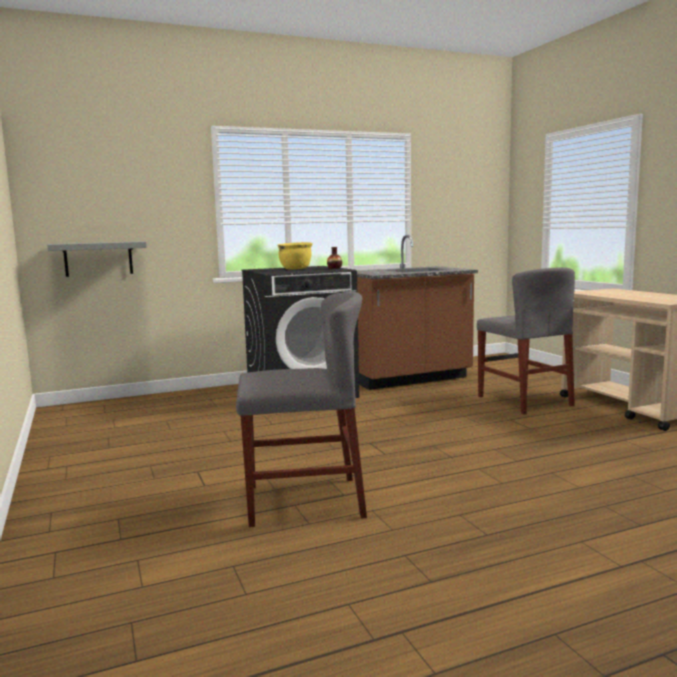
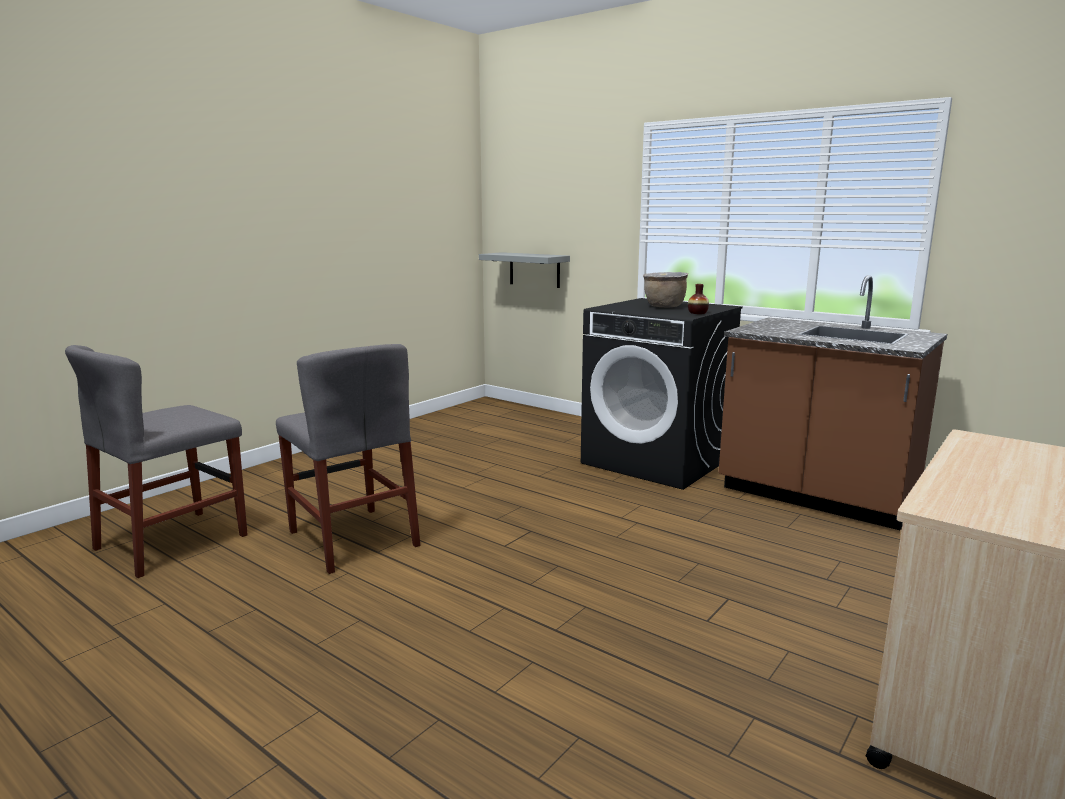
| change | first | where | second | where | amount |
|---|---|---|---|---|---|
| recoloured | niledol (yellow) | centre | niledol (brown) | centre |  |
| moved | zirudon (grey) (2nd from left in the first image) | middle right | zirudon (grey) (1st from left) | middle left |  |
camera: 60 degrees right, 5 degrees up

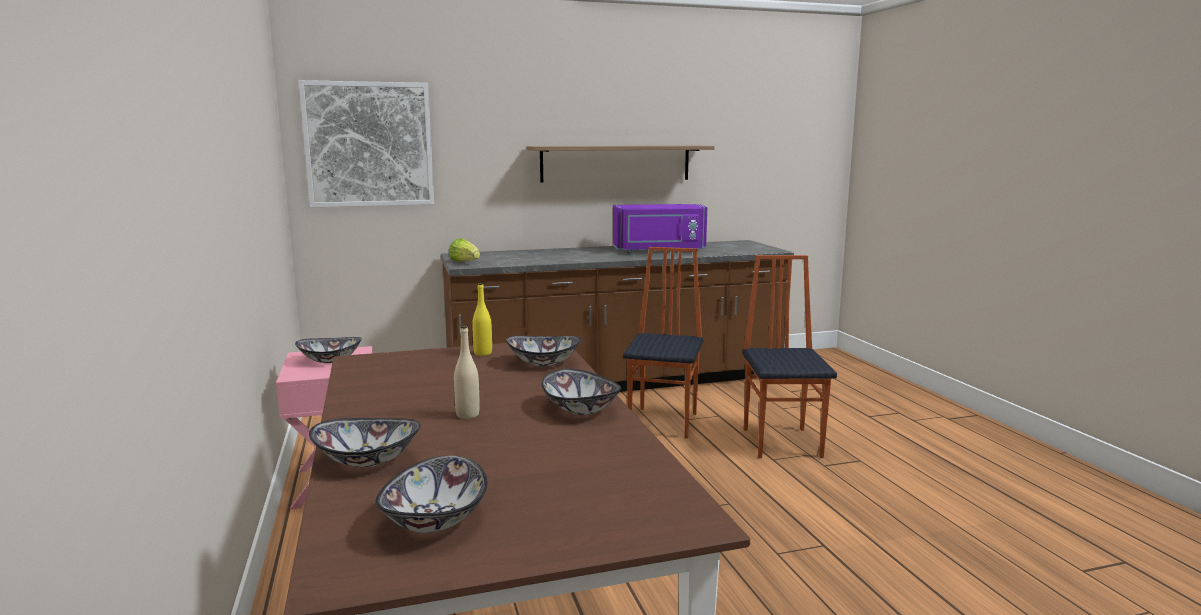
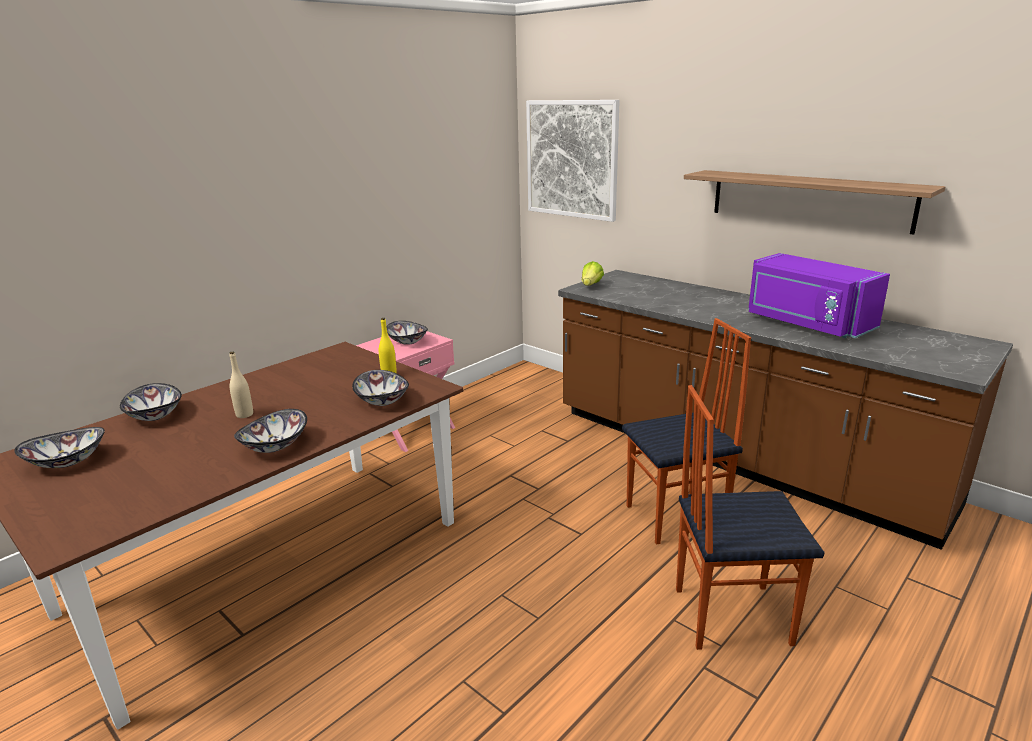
| change | first | where | second | where | amount |
|---|---|---|---|---|---|
| turned | zirudon (2nd from left) | centre |  | bottom right | 150 degrees counterclockwise |
camera: 60 degrees right, 10 degrees up

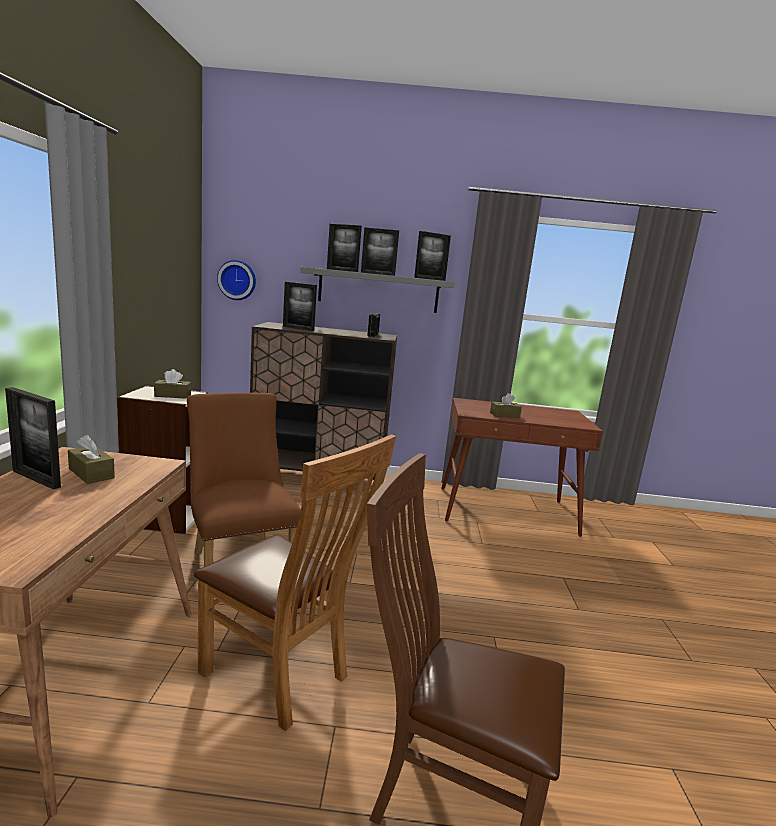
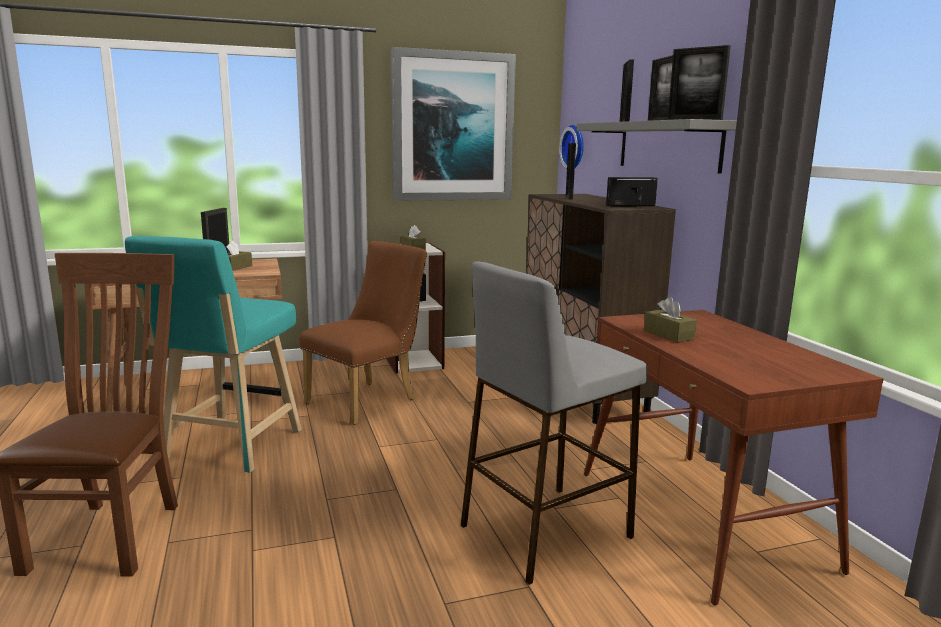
| change | first | where | second | where | amount |
|---|---|---|---|---|---|
| replaced | zirudon (brown) (2nd from left) | bottom centre | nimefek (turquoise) | middle left |  |
| added |  |  | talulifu | top centre |  |
| added |  |  | nimefek (grey) | bottom centre |  |
camera: 70 degrees right, 0 degrees up

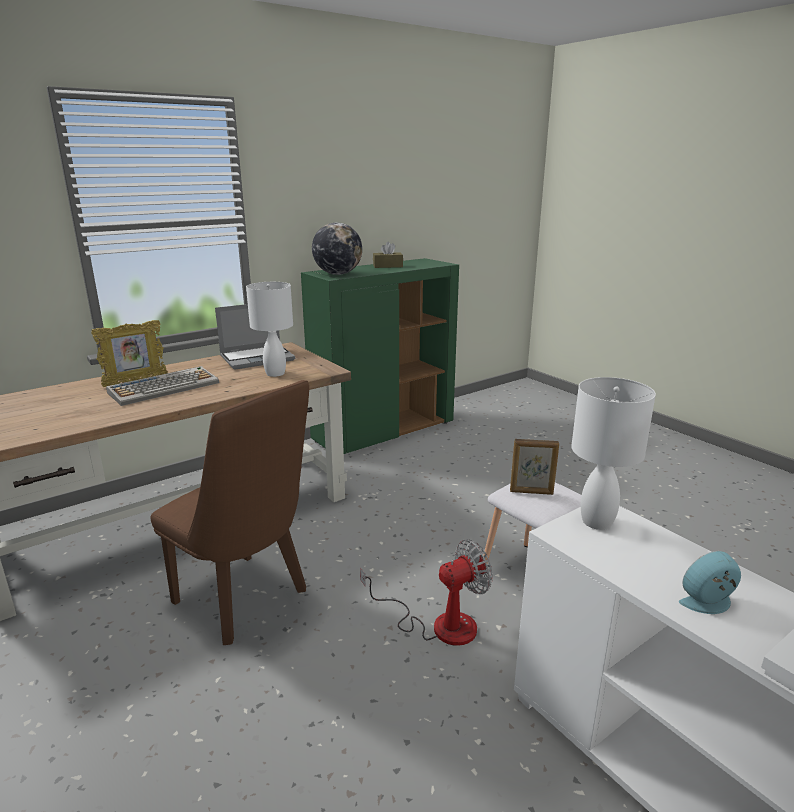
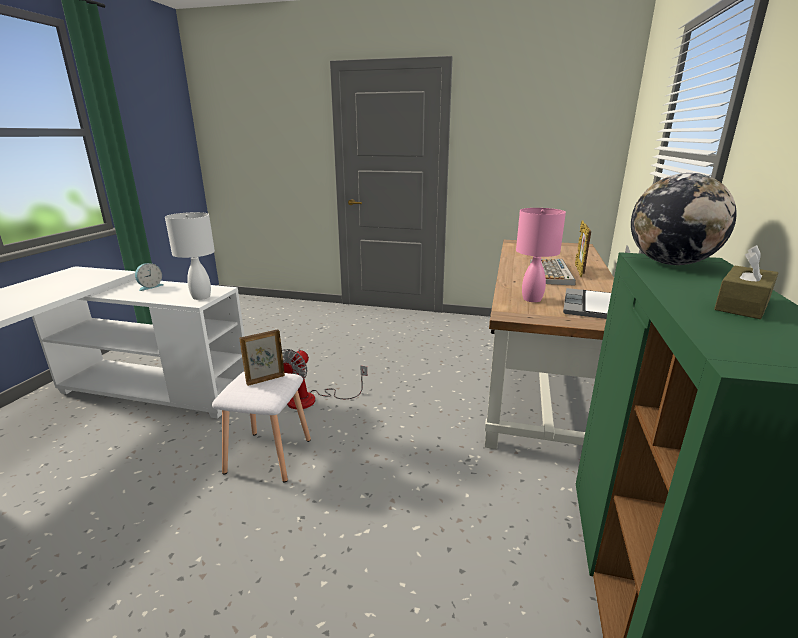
| change | first | where | second | where | amount |
|---|---|---|---|---|---|
| removed | zirudon (brown) | middle left |  |  |  |
| recoloured | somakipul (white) (1st from left) | centre | somakipul (pink) | middle right |  |
camera: 140 degrees right, 0 degrees up

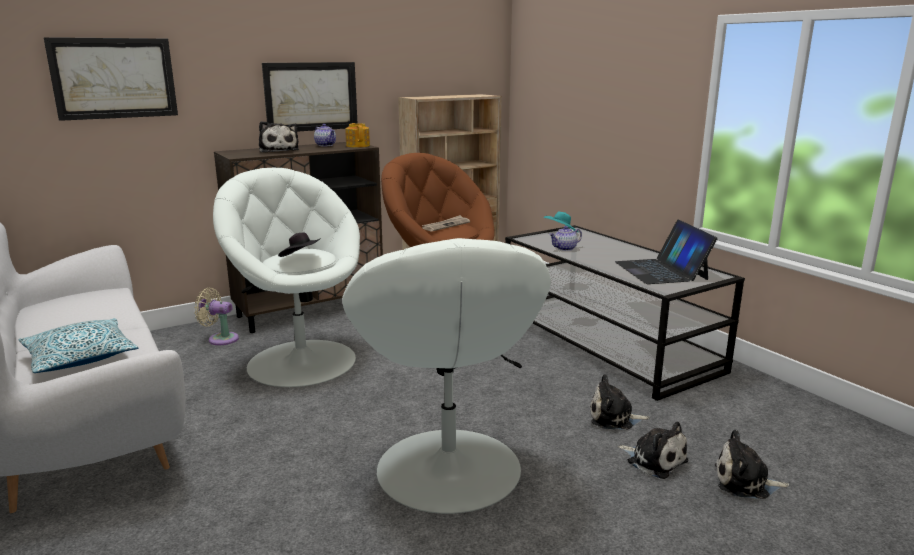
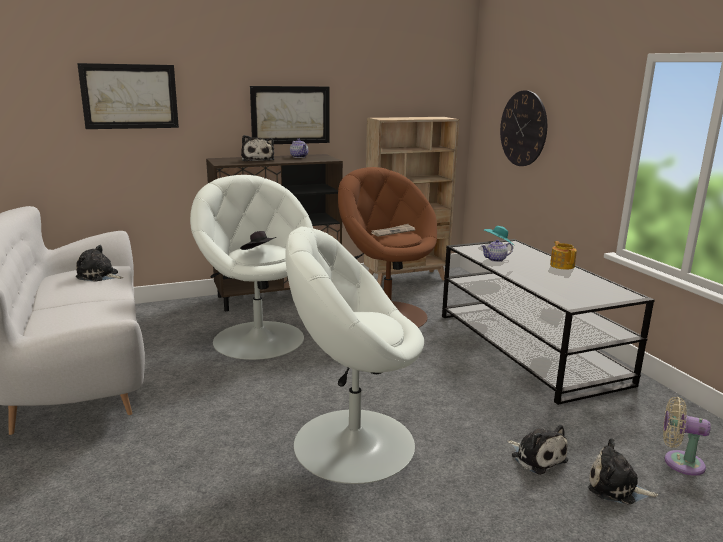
| change | first | where | second | where | amount |
|---|---|---|---|---|---|
| removed | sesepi | middle left |  |  |  |
| moved | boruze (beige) | middle left |  | bottom right |  |
| turned | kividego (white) (2nd from left) | bottom centre |  | centre | 90 degrees clockwise |
| moved | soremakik (2nd from left in the first image) | top centre | soremakik (3rd from left) | middle right |  |
| moved | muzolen (2nd from left in the first image) | bottom right | muzolen (1st from left) | middle left |  |
| removed | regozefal | middle right |  |  |  |
| added |  |  | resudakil | top right |  |
camera: 10 degrees right, 0 degrees up

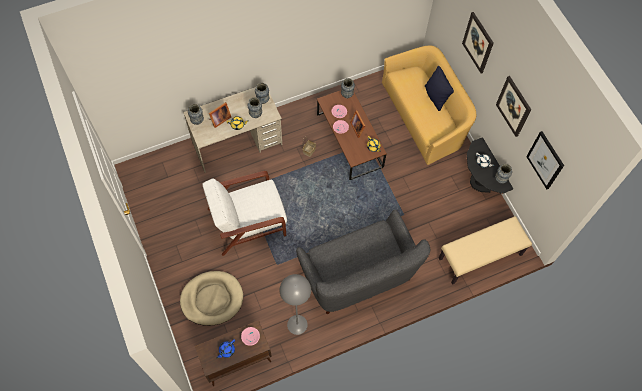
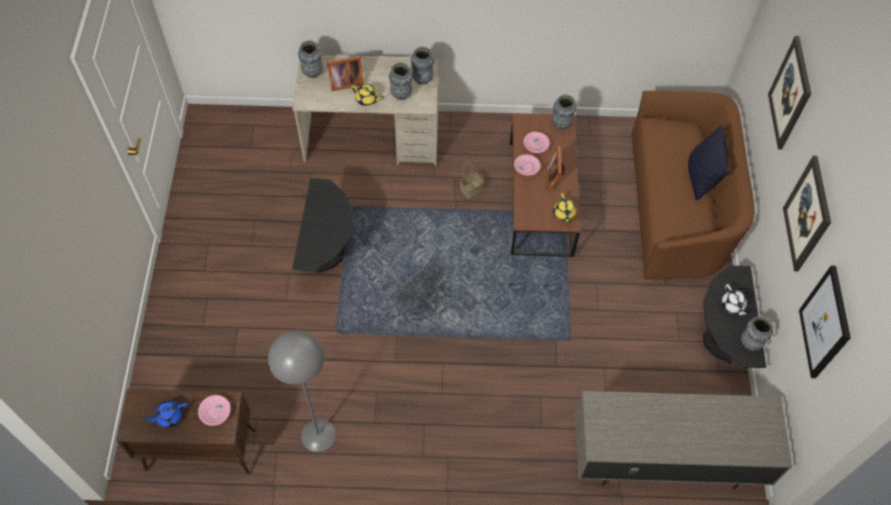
| change | first | where | second | where | amount |
|---|---|---|---|---|---|
| removed | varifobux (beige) | bottom left |  |  |  |
| replaced | kividego (white) | centre | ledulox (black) (1st from left) | centre |  |
| removed | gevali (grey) | bottom centre |  |  |  |
| recoloured | gevali (yellow) | top right | gevali (brown) | middle right |  |
| replaced | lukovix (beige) | middle right | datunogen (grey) | bottom right |  |
camera: 25 degrees right, 5 degrees down

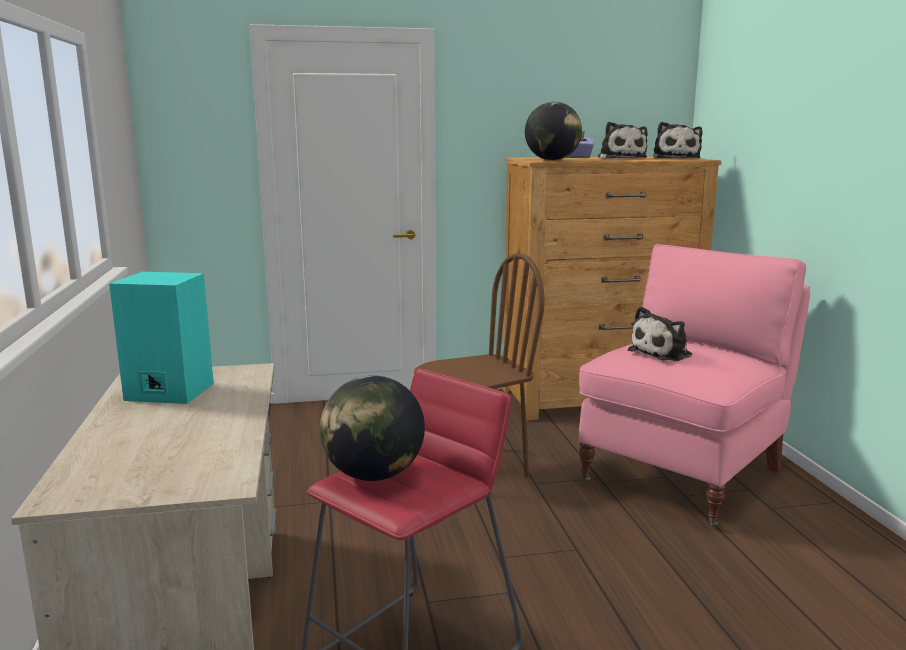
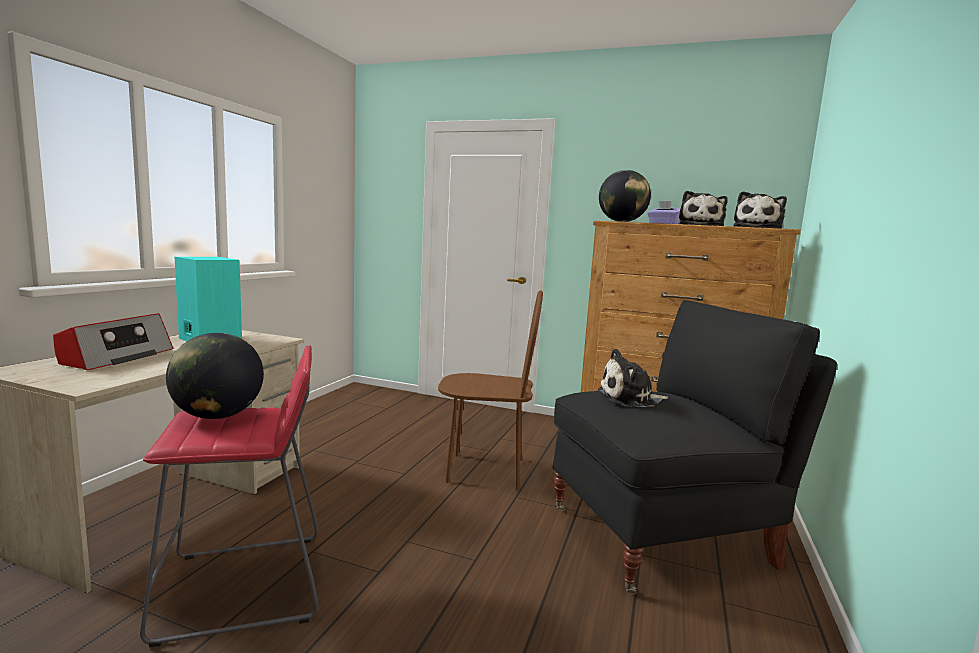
| change | first | where | second | where | amount |
|---|---|---|---|---|---|
| recoloured | kividego (pink) | middle right | kividego (black) | bottom right |  |
| added |  |  | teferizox | middle left |  |
camera: 30 degrees right, 5 degrees down

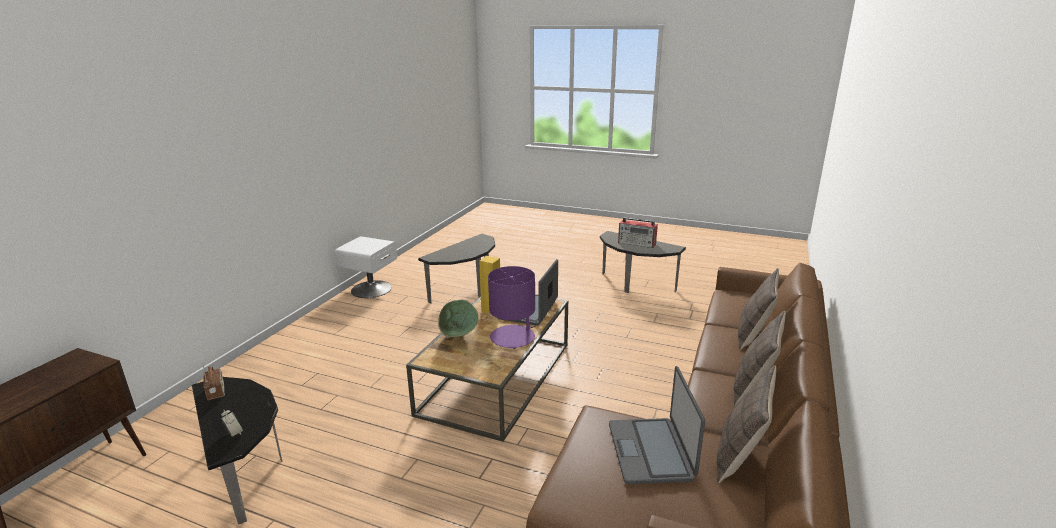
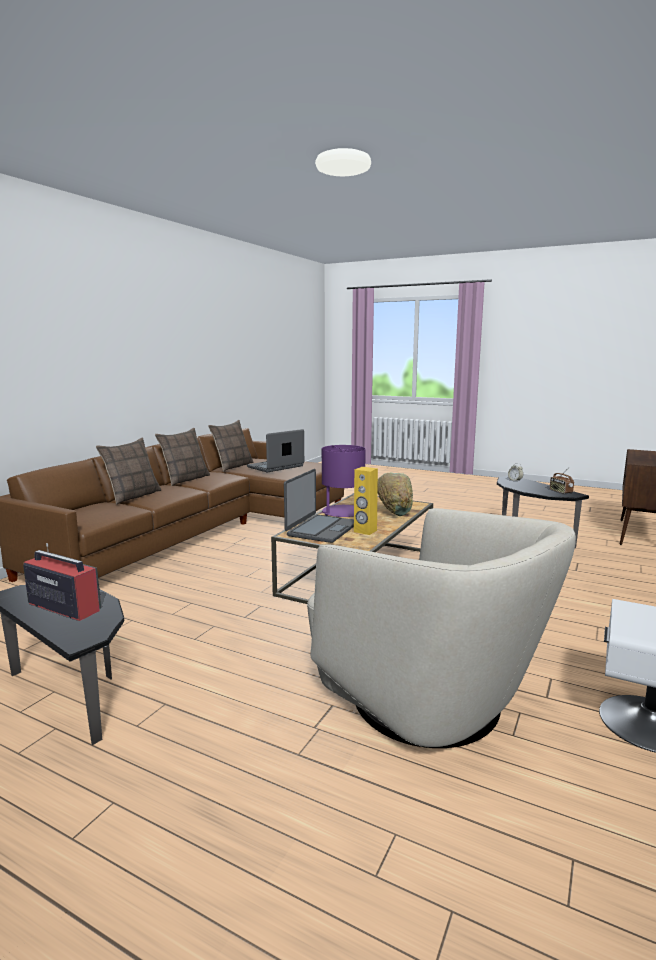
| change | first | where | second | where | amount |
|---|---|---|---|---|---|
| replaced | ledulox (2nd from left) | centre | kividego (beige) | middle right |  |
| turned | regozefal (2nd from left in the first image) | bottom centre | regozefal (1st from left) | centre | 135 degrees counterclockwise |
camera: 175 degrees left, 10 degrees down

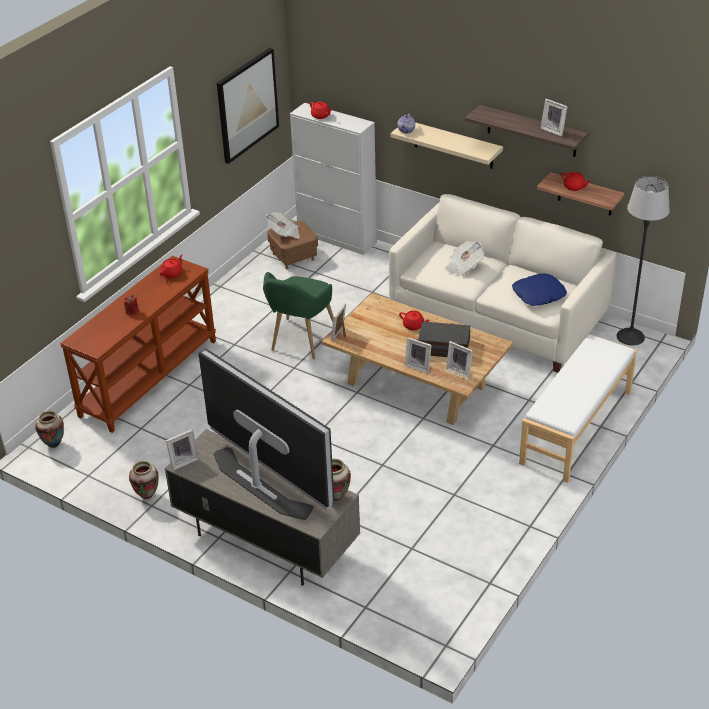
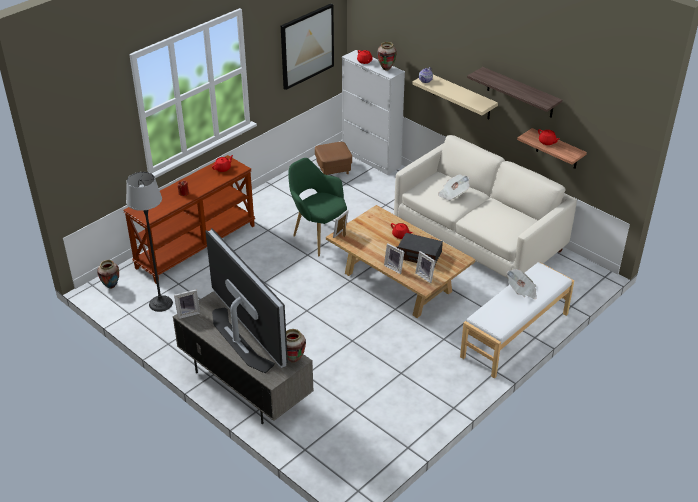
| change | first | where | second | where | amount |
|---|---|---|---|---|---|
| moved | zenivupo (2nd from left in the first image) | bottom left | zenivupo (3rd from left) | top centre |  |
| turned | kividego (green) | centre |  | centre | 105 degrees clockwise |
| moved | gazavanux (1st from left in the first image) | top centre | gazavanux (2nd from left) | middle right |  |
| removed | sesepi (blue) | middle right |  |  |  |
| removed | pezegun (5th from left) | top right |  |  |  |
| moved | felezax | middle right |  | middle left |  |
camera: 10 degrees right, 0 degrees up

